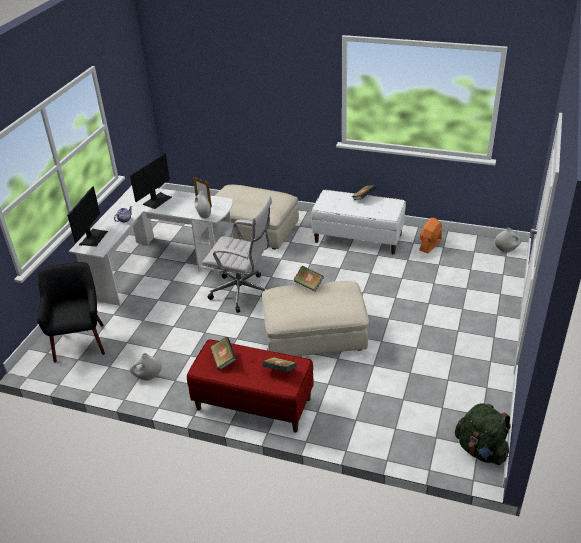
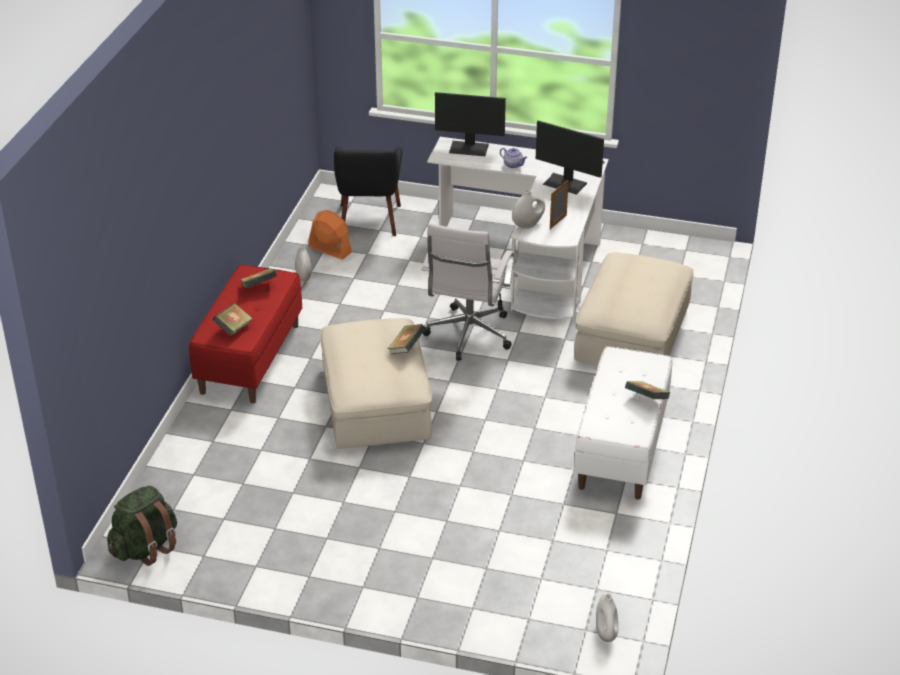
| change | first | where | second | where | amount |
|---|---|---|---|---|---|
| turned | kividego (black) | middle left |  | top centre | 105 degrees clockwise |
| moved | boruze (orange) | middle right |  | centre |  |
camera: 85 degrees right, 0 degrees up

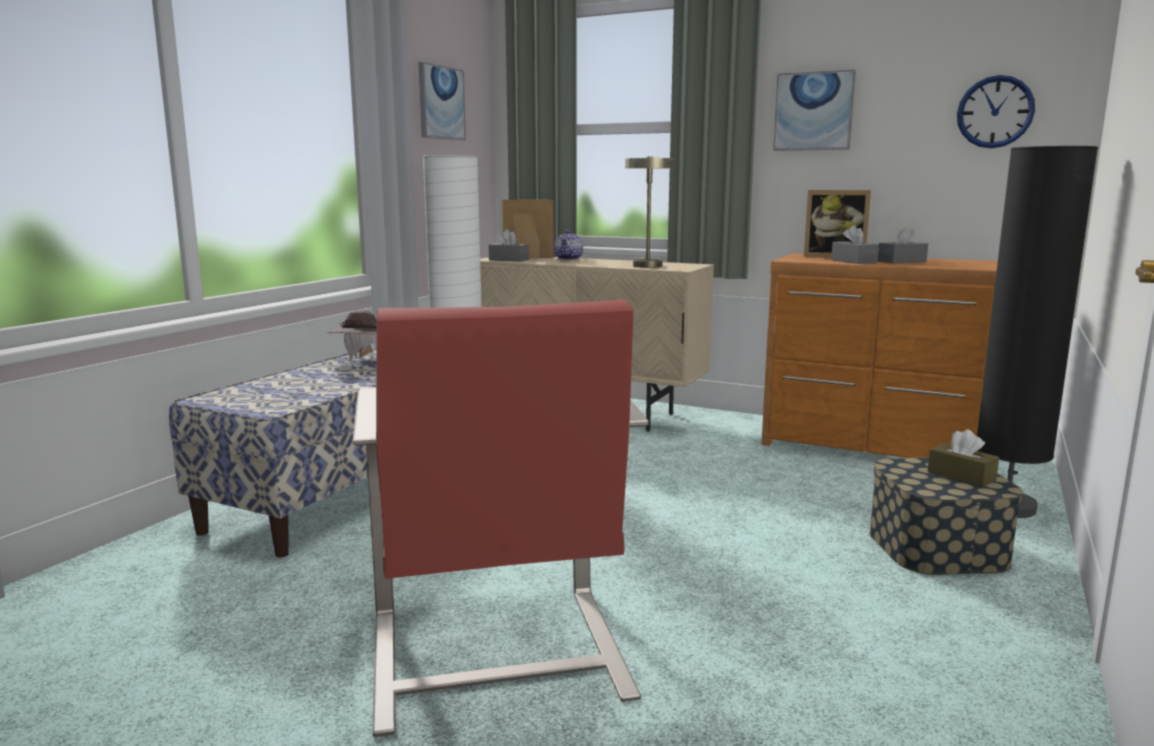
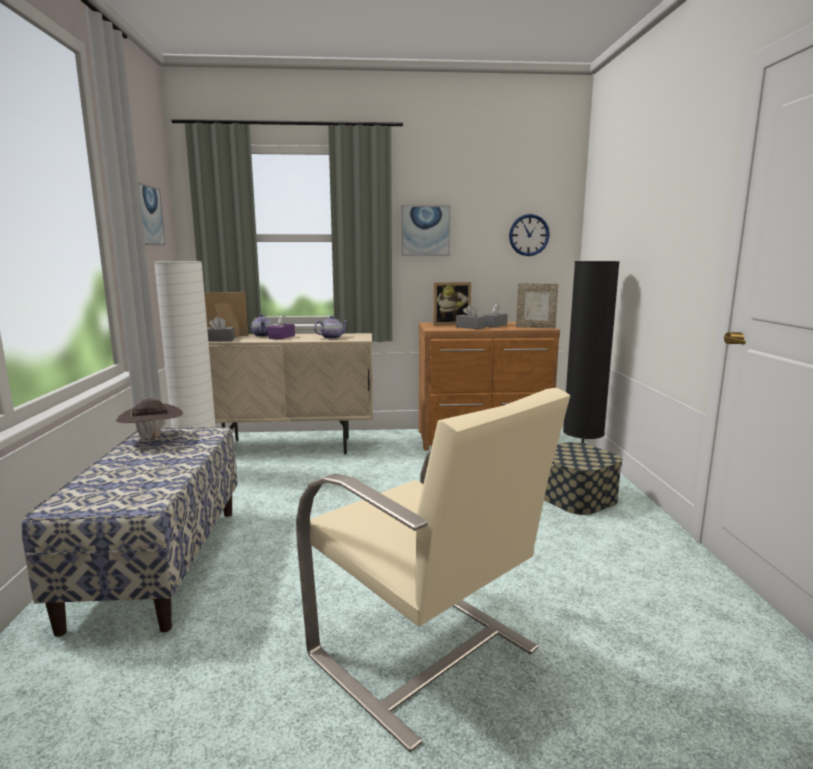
| change | first | where | second | where | amount |
|---|---|---|---|---|---|
| recoloured | kividego (red) | bottom centre | kividego (beige) | bottom centre |  |
| replaced | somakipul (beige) | top centre | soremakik (2nd from left) | centre |  |
| removed | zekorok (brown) | middle right |  |  |  |
| added |  |  | zekorok (purple) | centre |  |
| added |  |  | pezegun (3rd from left) | centre |  |
camera: 30 degrees left, 0 degrees up

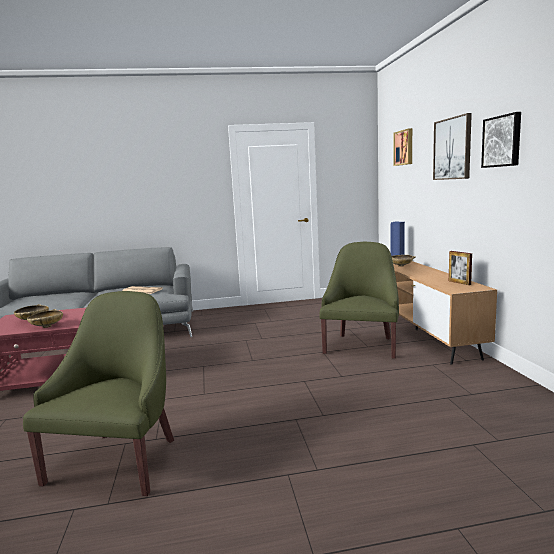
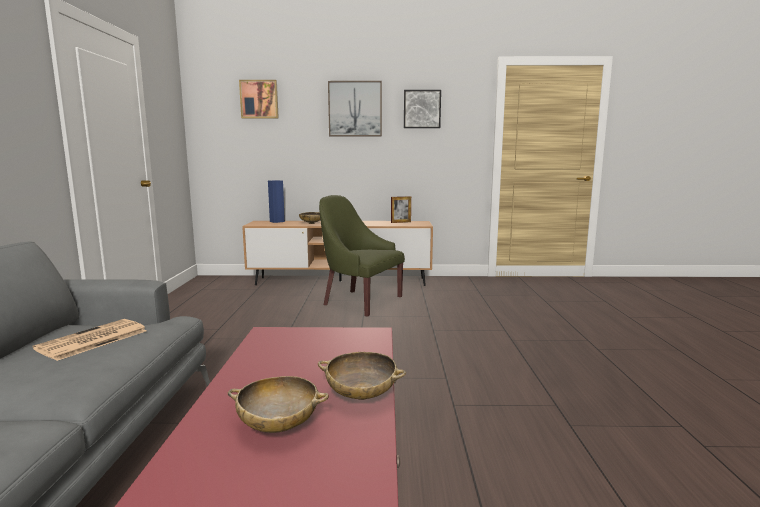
| change | first | where | second | where | amount |
|---|---|---|---|---|---|
| removed | kividego (green) (1st from left) | bottom left |  |  |  |
camera: 80 degrees left, 0 degrees up

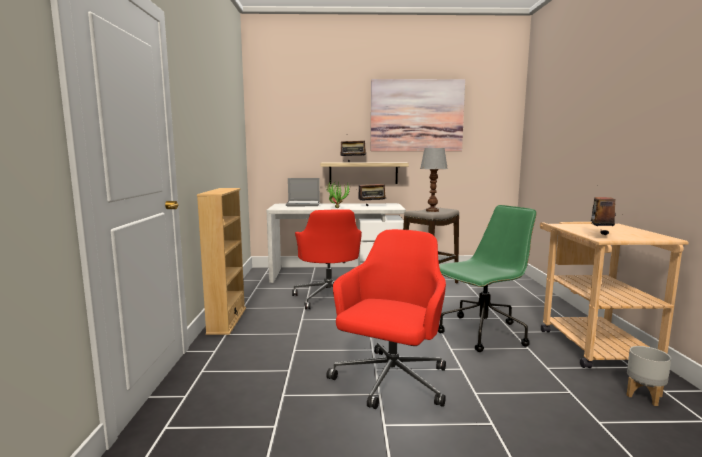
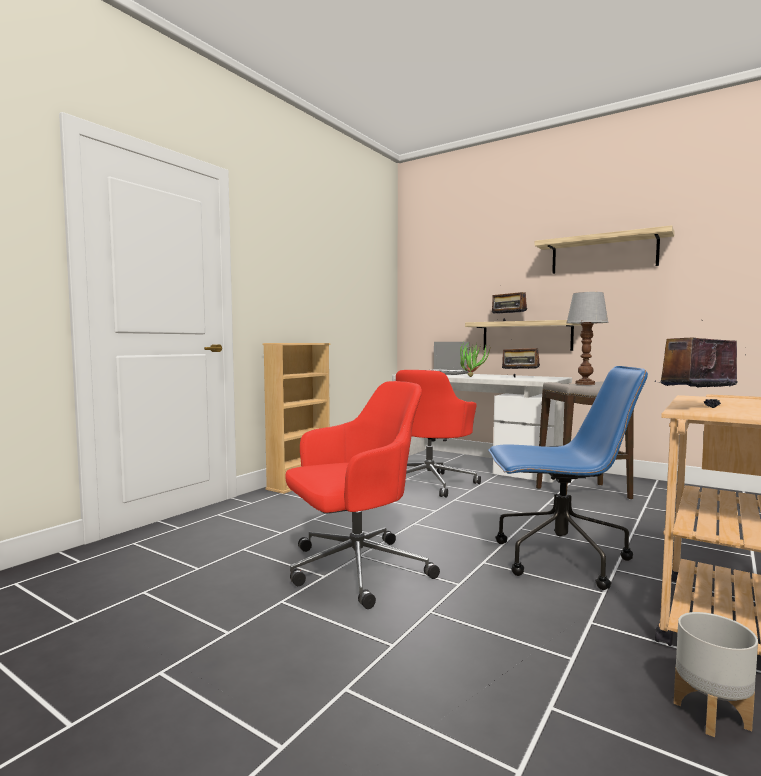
| change | first | where | second | where | amount |
|---|---|---|---|---|---|
| replaced | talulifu | top centre | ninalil (2nd from left) | top right |  |
| recoloured | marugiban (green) | middle right | marugiban (blue) | middle right |  |
camera: 35 degrees right, 5 degrees down

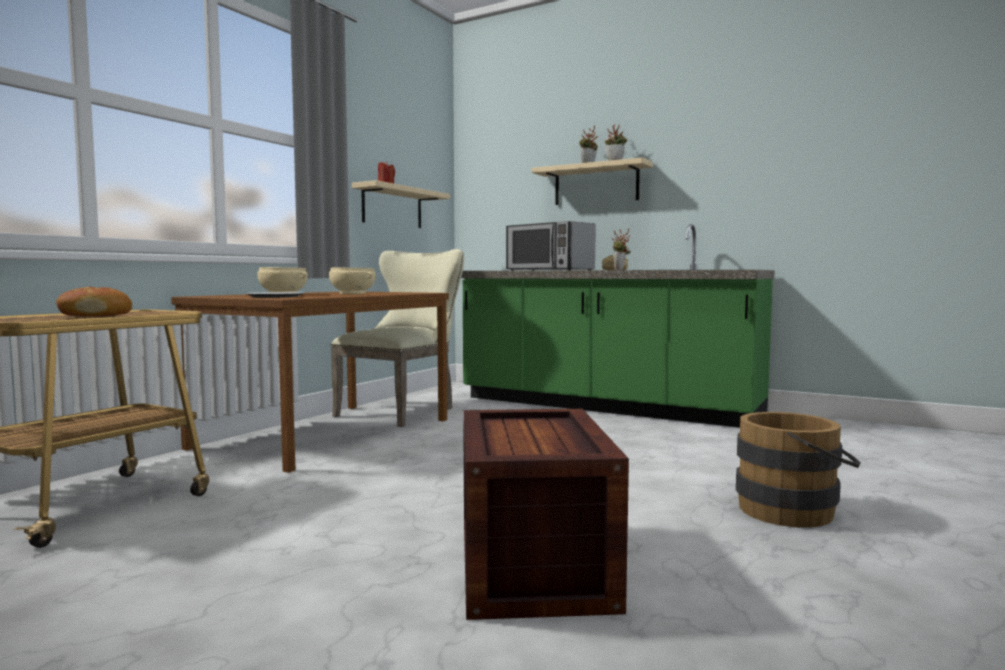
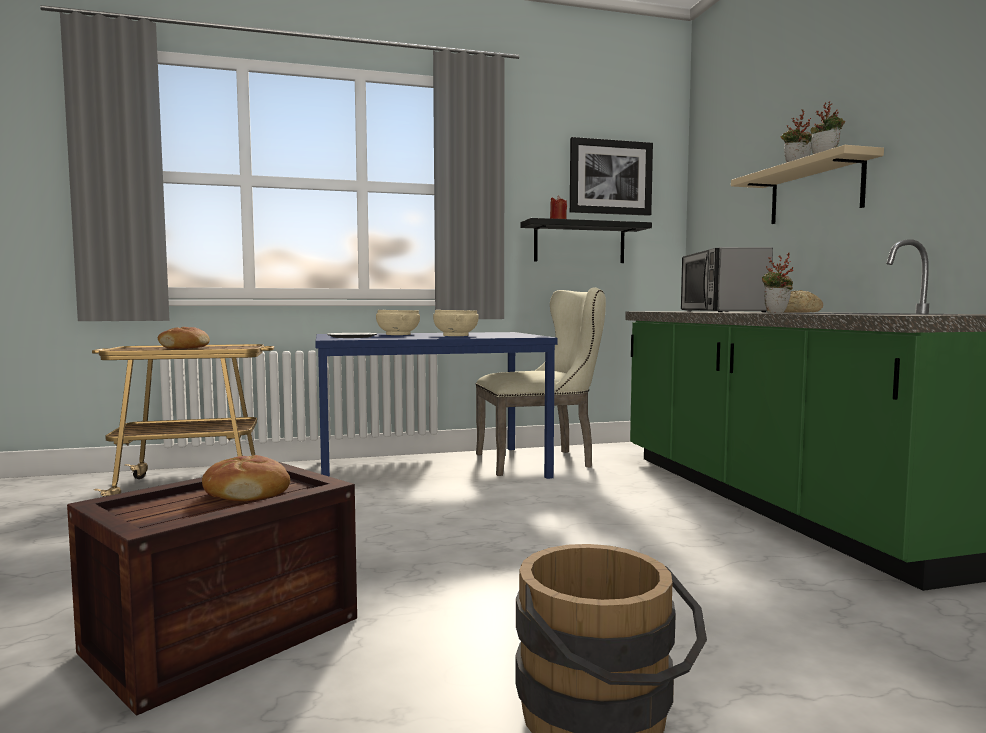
| change | first | where | second | where | amount |
|---|---|---|---|---|---|
| recoloured | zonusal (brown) | middle left | zonusal (blue) | centre |  |
| recoloured | ninalil (beige) (1st from left) | top centre | ninalil (black) | top centre |  |
| added |  |  | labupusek (2nd from left) | middle left |  |
| added |  |  | talulifu | top centre |  |
camera: 45 degrees right, 0 degrees up

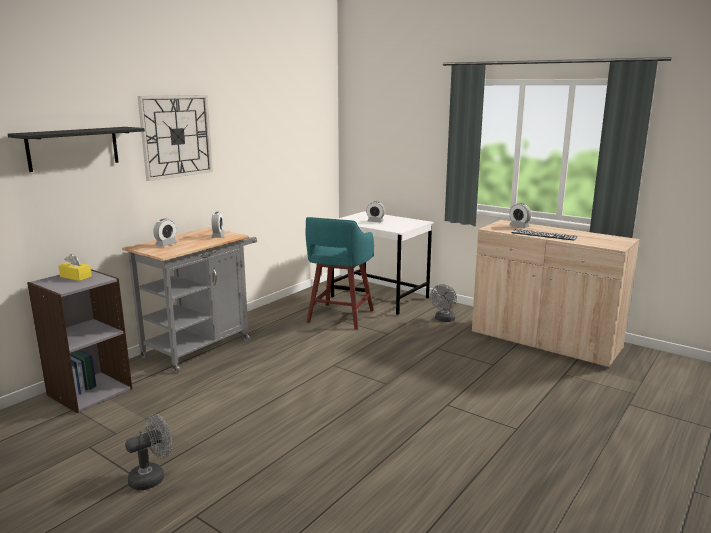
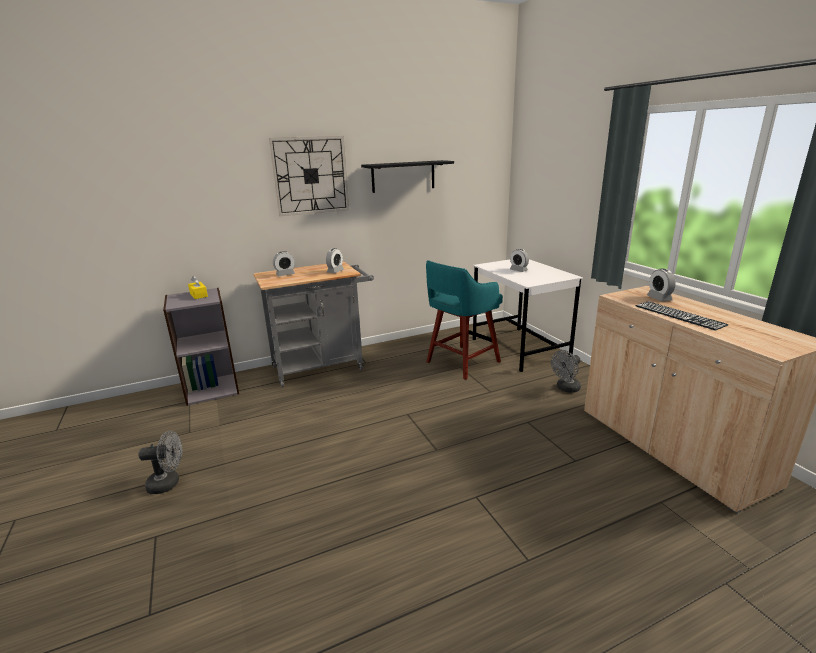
| change | first | where | second | where | amount |
|---|---|---|---|---|---|
| moved | ninalil (black) | top left |  | top centre |  |
camera: 30 degrees right, 5 degrees up

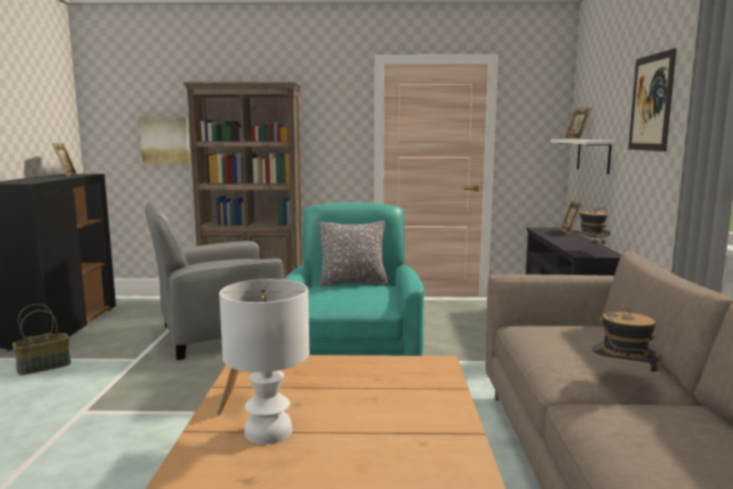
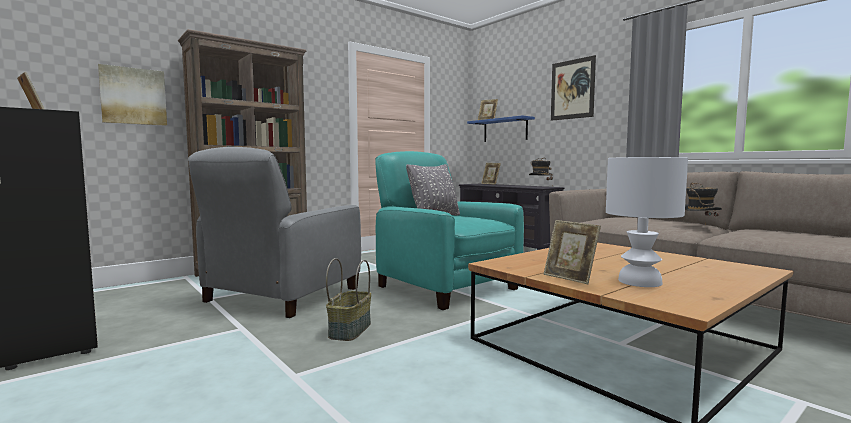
| change | first | where | second | where | amount |
|---|---|---|---|---|---|
| moved | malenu | bottom left |  | bottom centre |  |
| recoloured | ninalil (white) | top right | ninalil (blue) | top centre |  |
camera: 40 degrees left, 5 degrees down

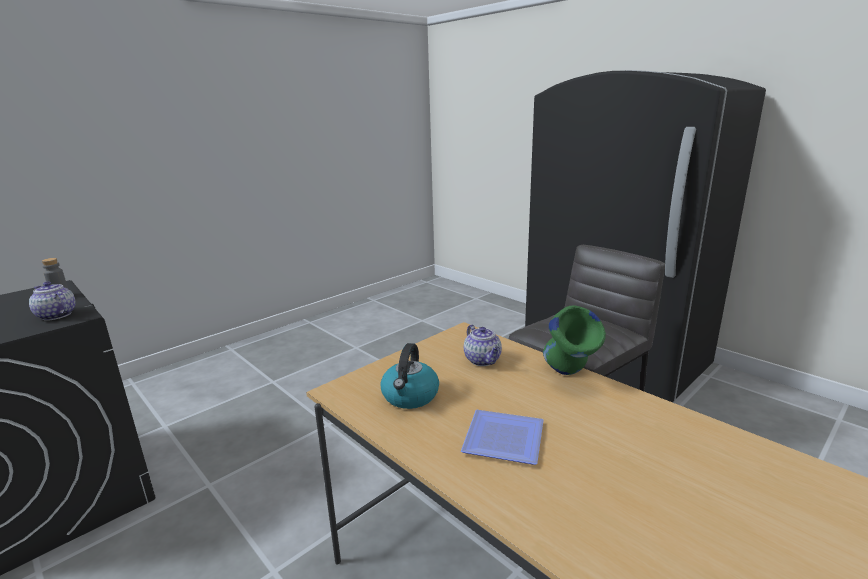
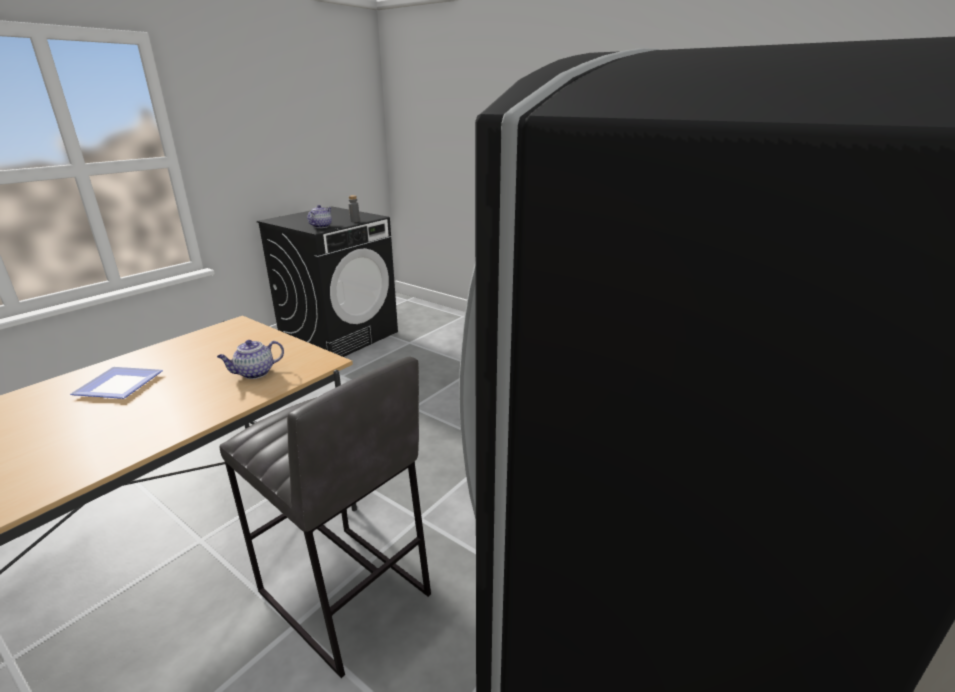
| change | first | where | second | where | amount |
|---|---|---|---|---|---|
| removed | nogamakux | centre |  |  |  |
| removed | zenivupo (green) | centre |  |  |  |
camera: 80 degrees right, 5 degrees up

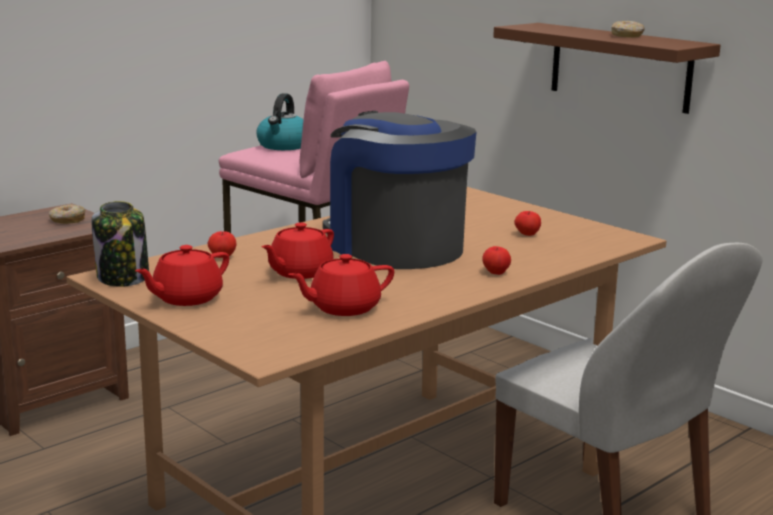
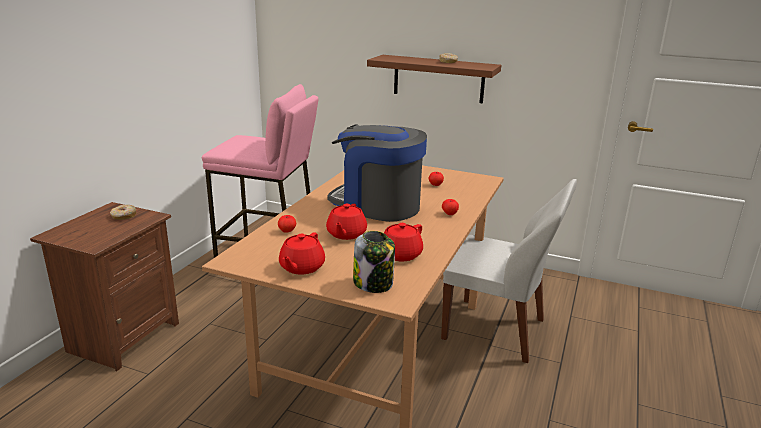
| change | first | where | second | where | amount |
|---|---|---|---|---|---|
| moved | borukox | middle left |  | centre |  |
| removed | nogamakux | top centre |  |  |  |
camera: 25 degrees left, 5 degrees up

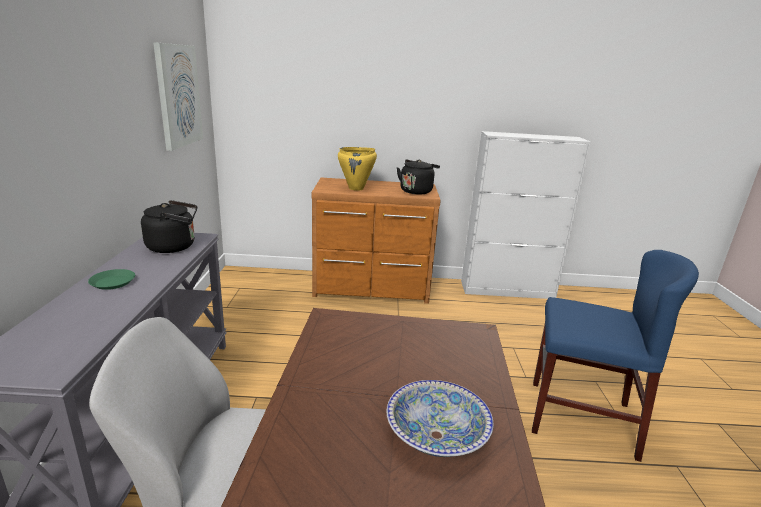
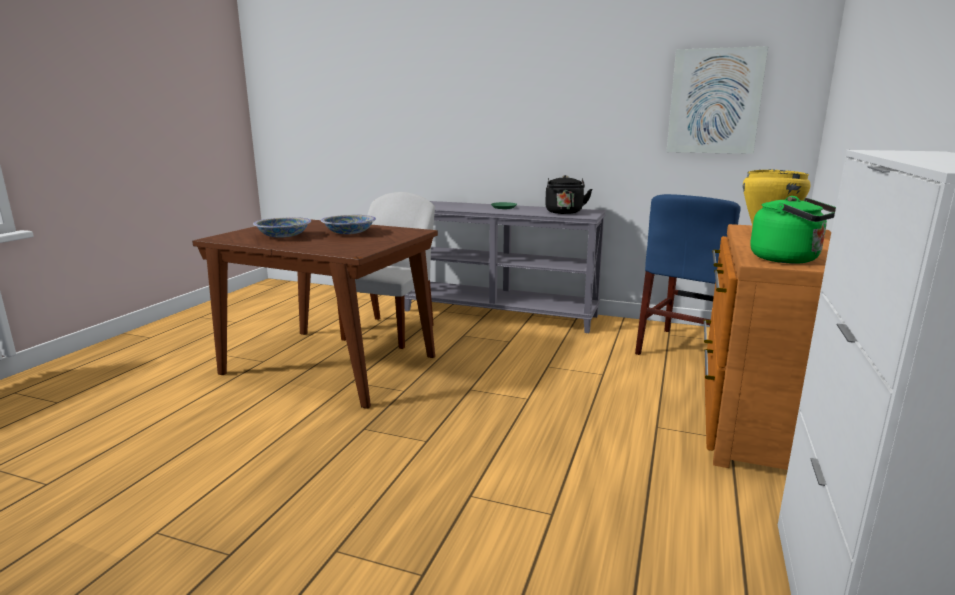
| change | first | where | second | where | amount |
|---|---|---|---|---|---|
| recoloured | nogamakux (black) (2nd from left) | centre | nogamakux (green) | middle right |  |
| moved | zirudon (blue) | bottom right |  | middle right |  |
| added |  |  | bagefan (2nd from left) | centre |  |
camera: 110 degrees right, 5 degrees down

